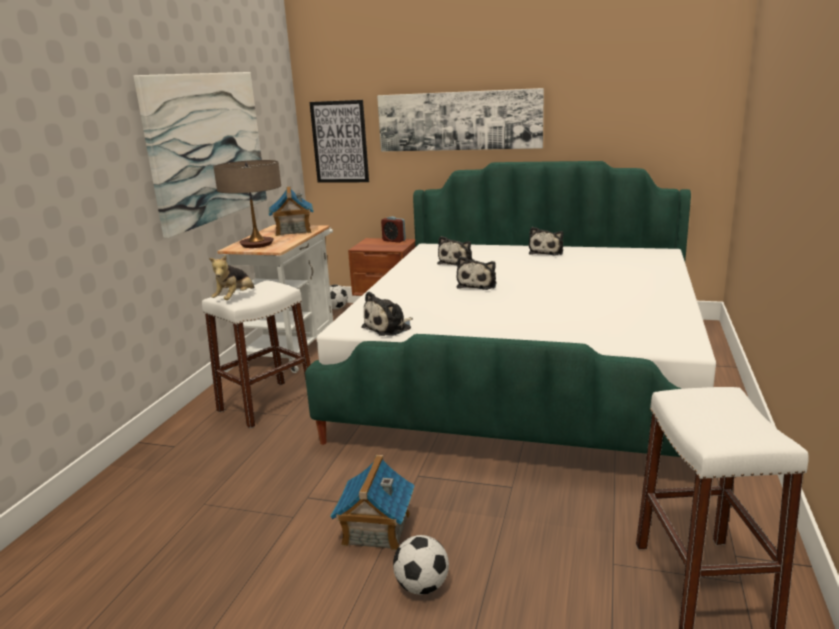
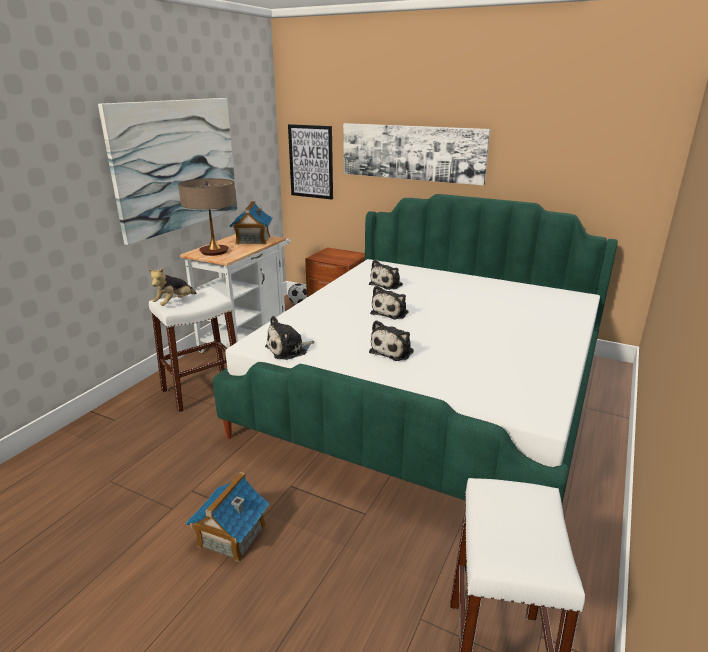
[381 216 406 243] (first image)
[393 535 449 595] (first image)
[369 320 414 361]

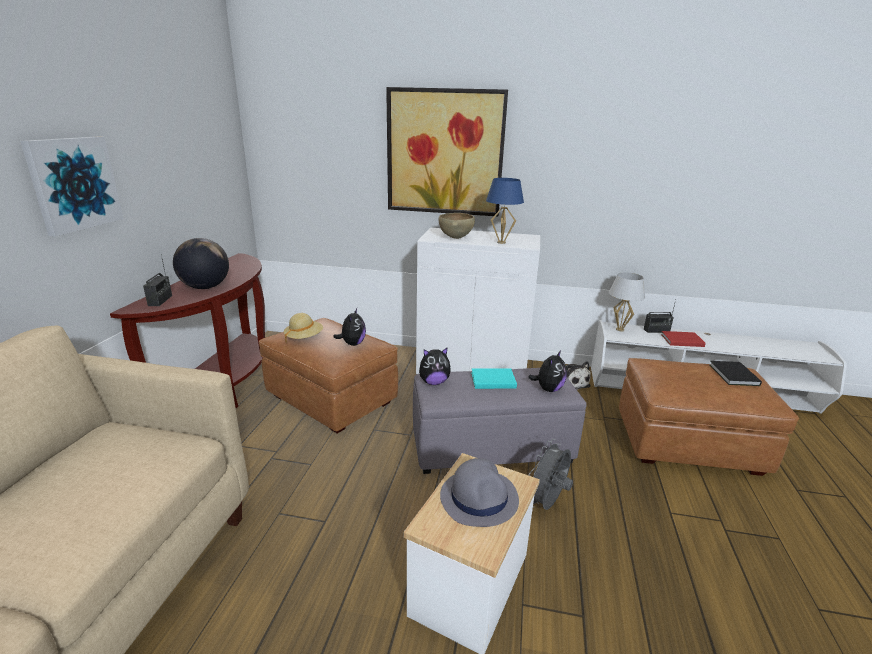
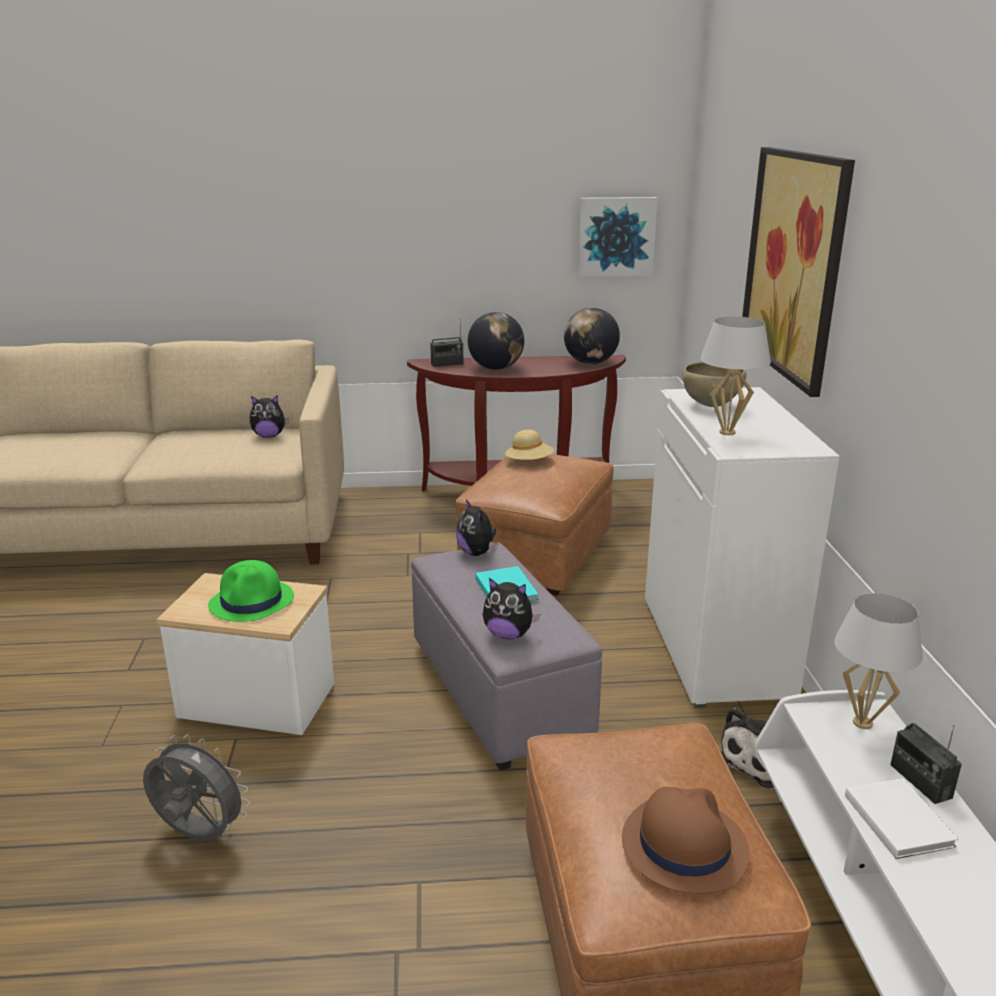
[564 308 620 364]
[578 197 658 277]
[250 395 289 438]
[143 734 250 841]
[622 787 750 893]
[208 560 294 622]
[700 317 771 435]
[845 778 959 859]

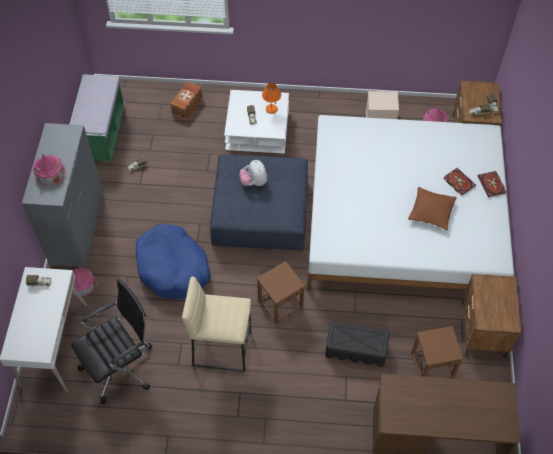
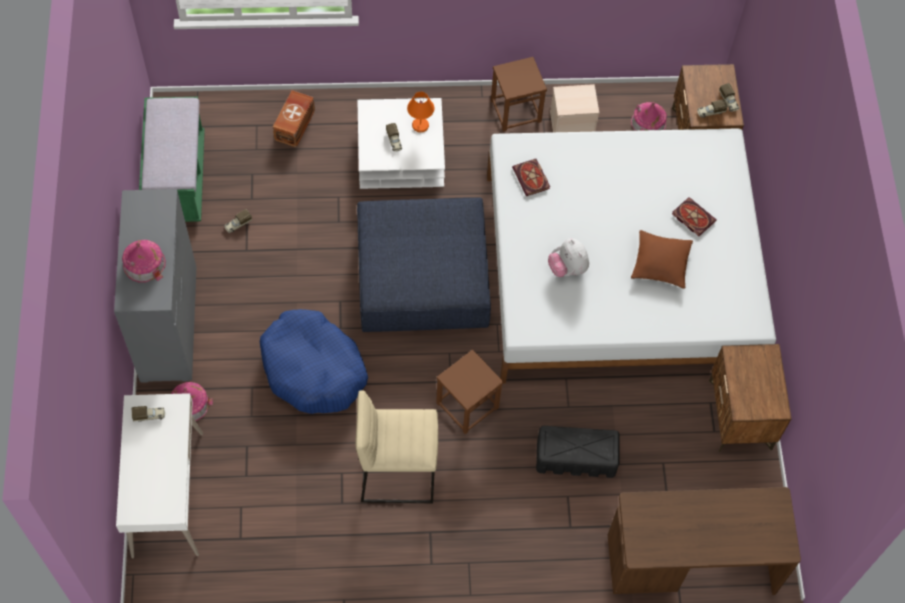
[71 279 152 404] (first image)
[548 238 589 277]
[491 57 547 132]
[512 159 550 196]

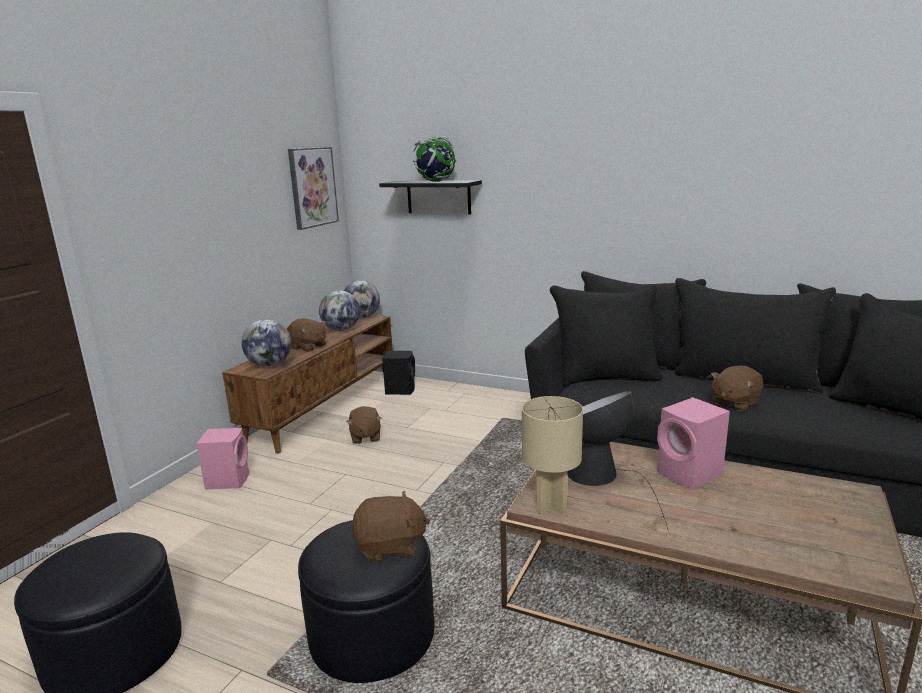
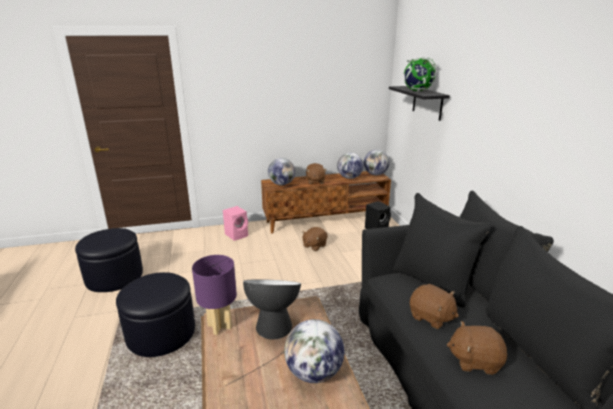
[288 147 339 230] (first image)
[410 284 459 329]
[284 319 344 383]
[192 255 237 335]

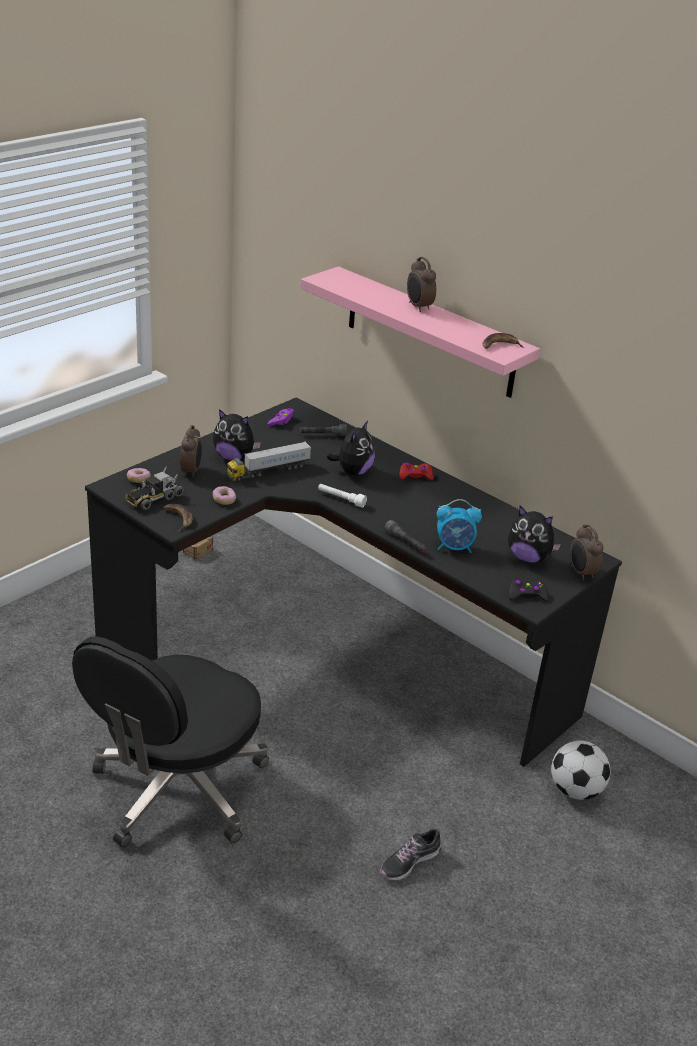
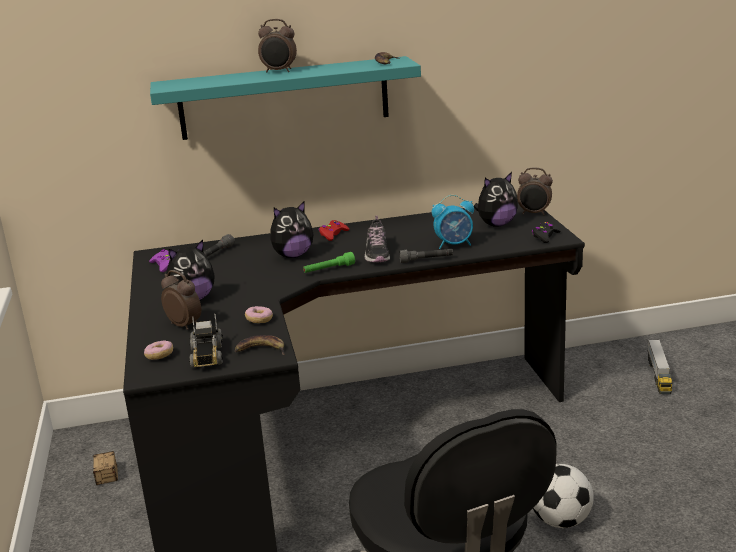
[648 340 673 394]
[365 216 390 262]
[533 464 594 528]
[150 56 421 140]
[303 252 355 273]
[270 202 313 258]
[432 195 474 249]

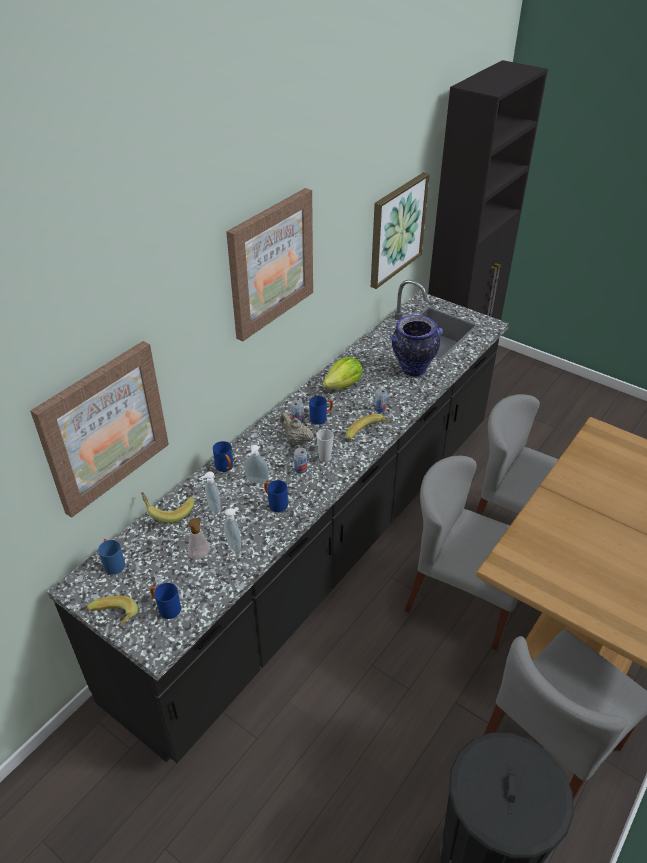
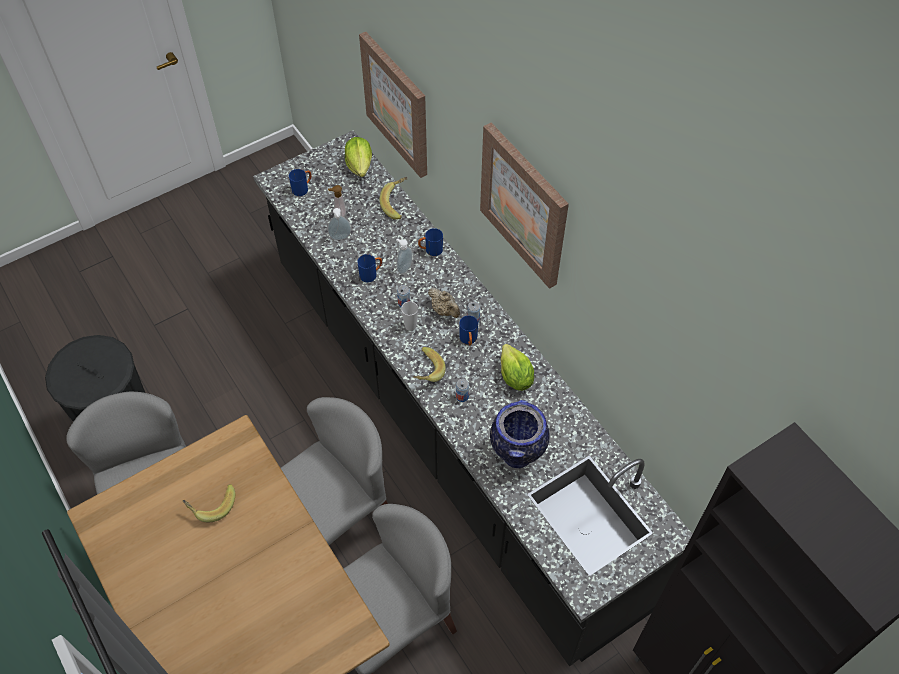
[201 472 220 513] (first image)
[371 172 430 289] (first image)
[182 484 235 522]
[345 137 372 177]
[428 287 460 318]

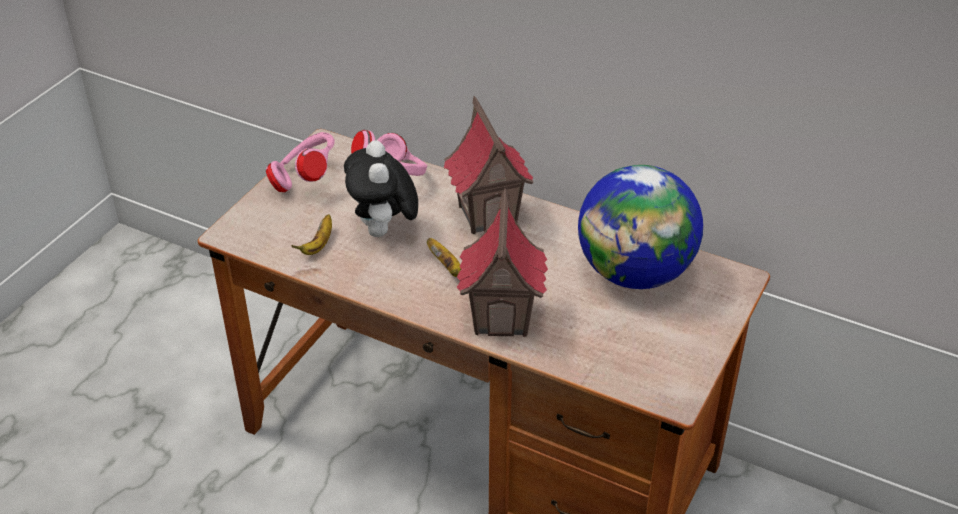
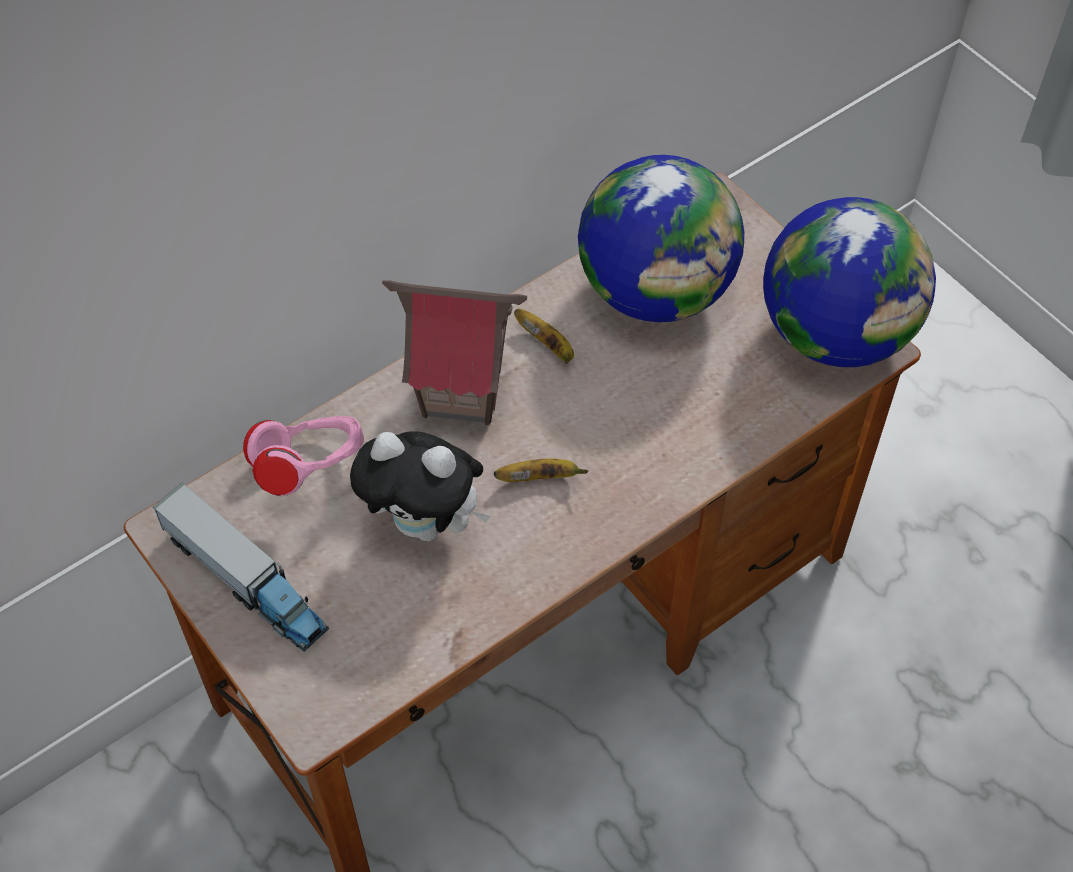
[457 188 548 337] (first image)
[763 197 936 367]
[514 309 574 364]
[153 483 329 652]

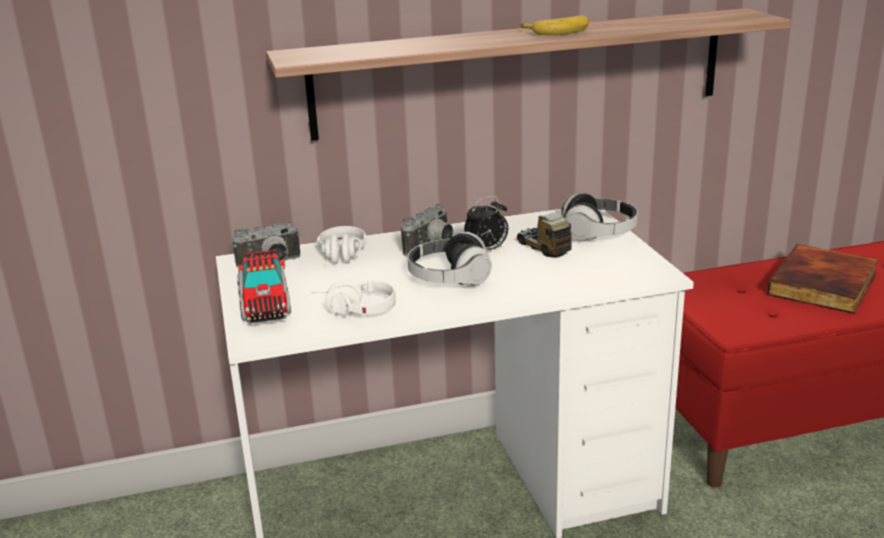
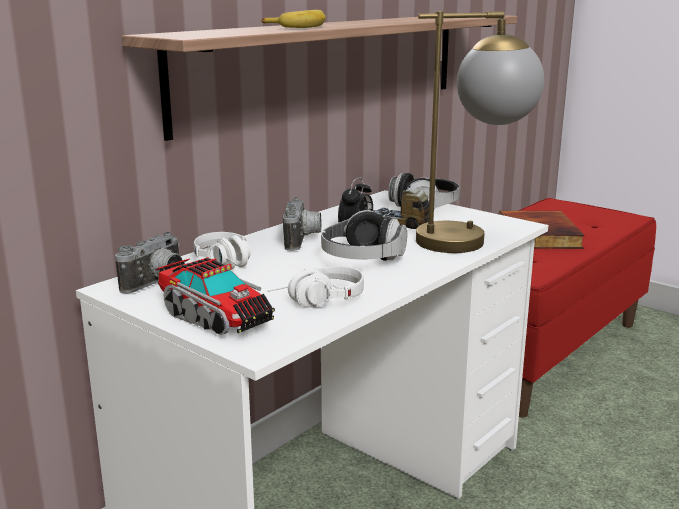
[416 11 544 253]
[261 10 326 28]

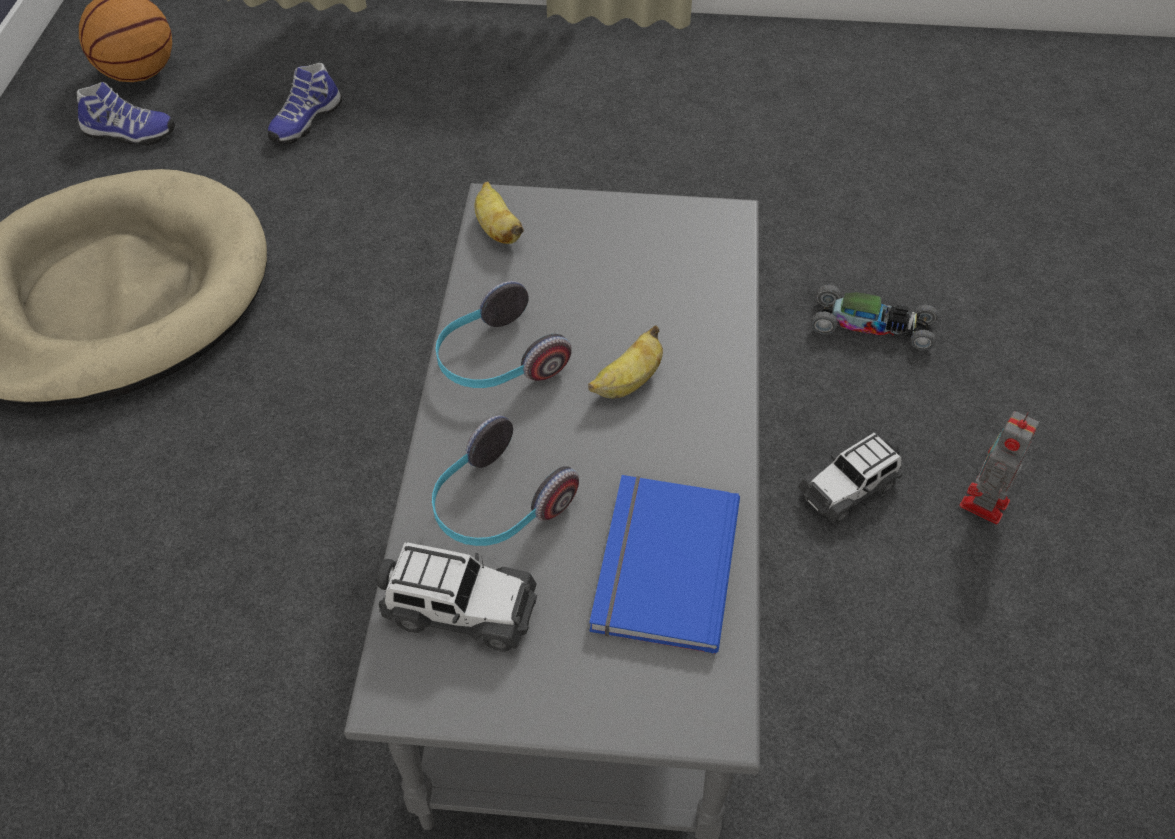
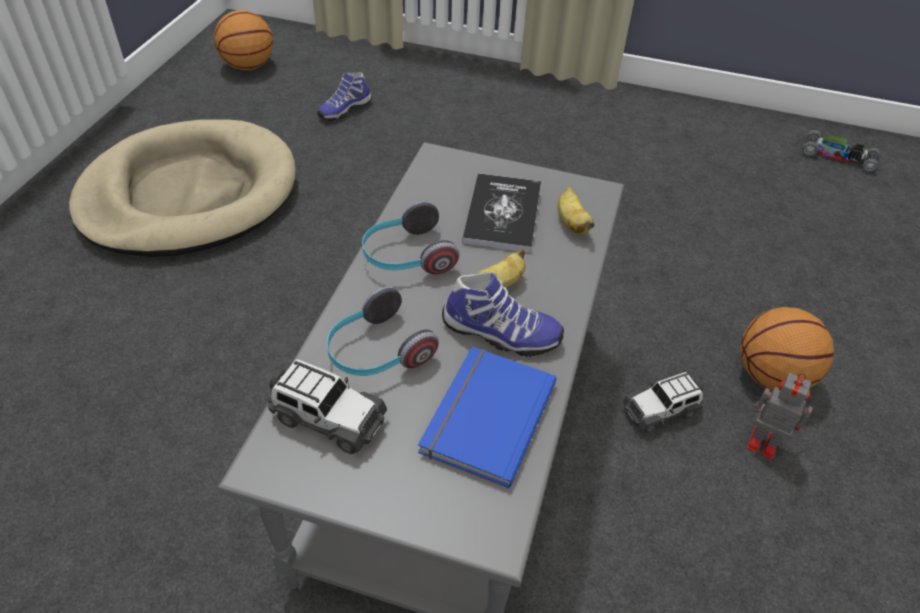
[462 173 541 253]
[740 307 834 391]
[442 272 564 357]
[557 187 595 234]
[802 130 880 173]
[747 373 813 460]

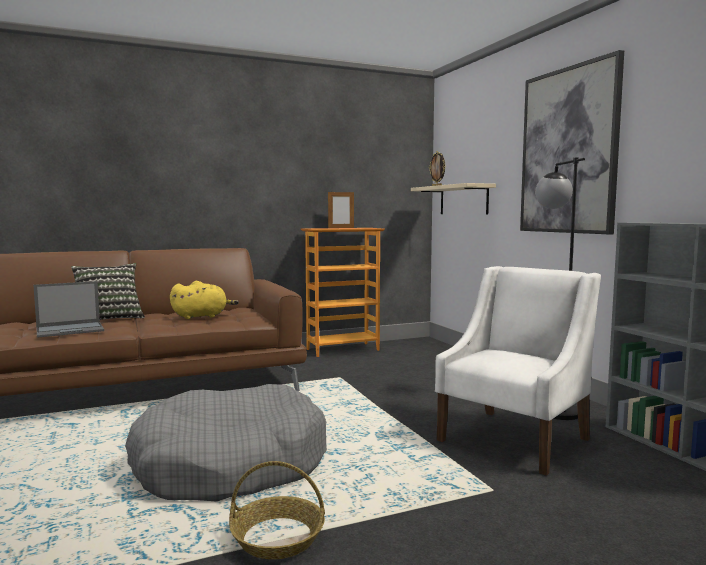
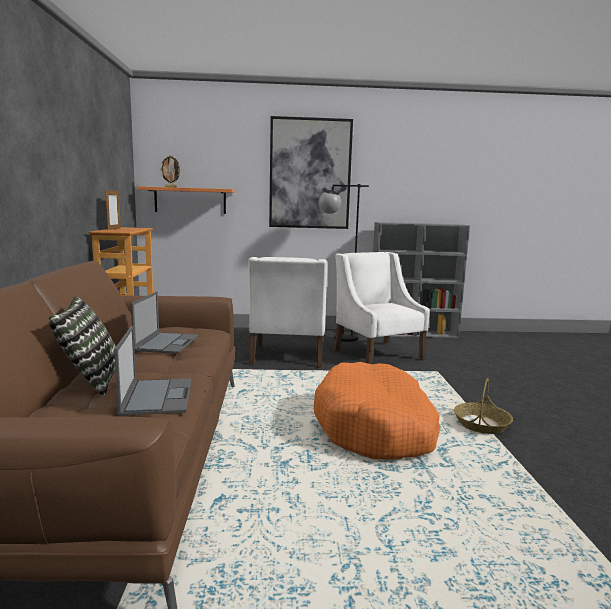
[248 257 327 368]
[131 292 198 354]
[314 362 440 459]
[137 186 235 214]

